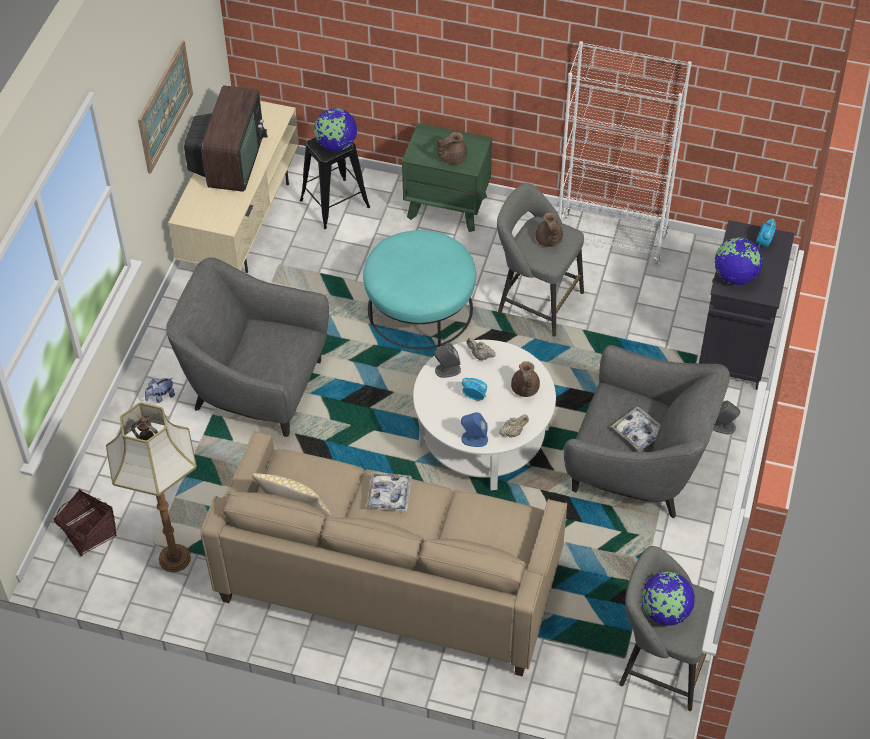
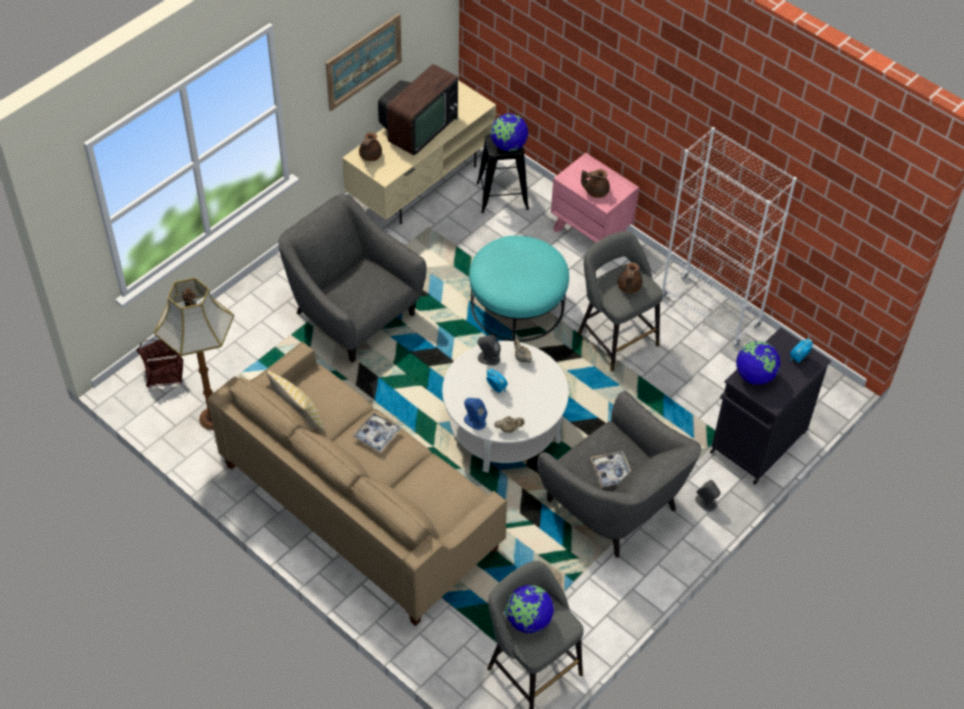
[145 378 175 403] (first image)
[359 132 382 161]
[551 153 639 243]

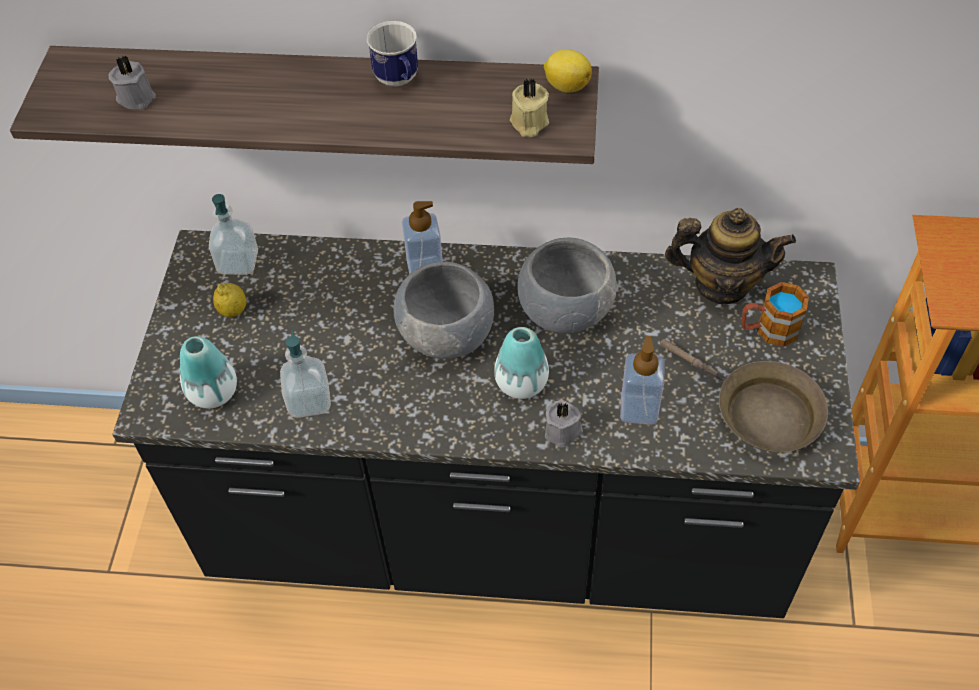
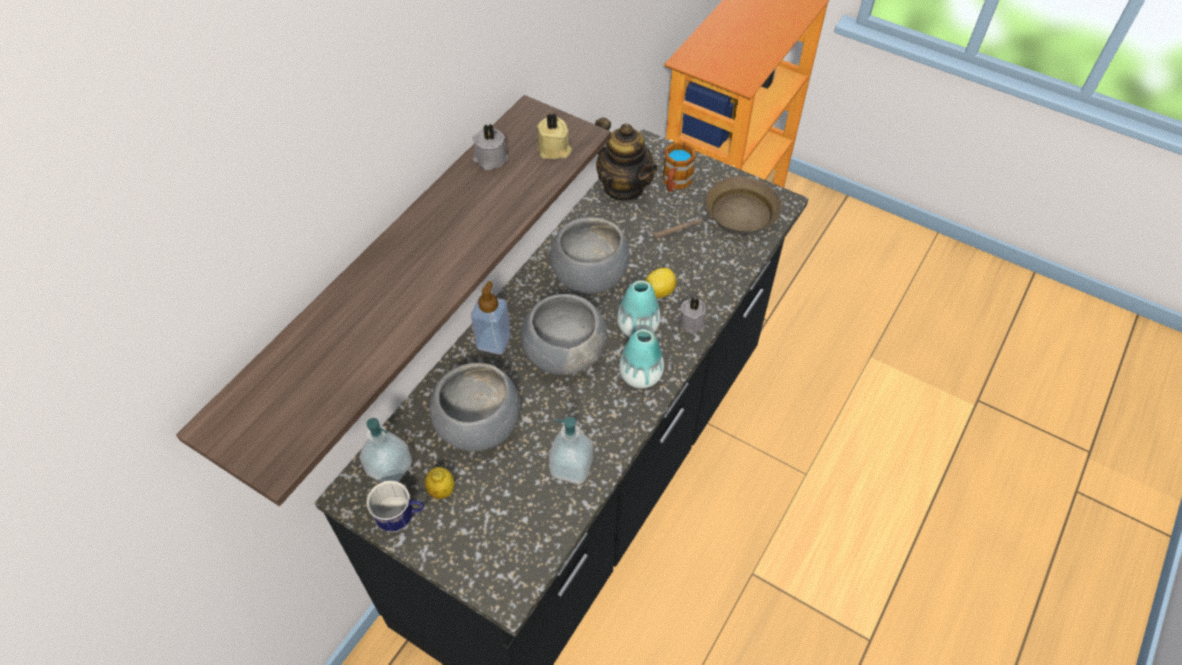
[620 336 665 425] (first image)
[430 363 520 451]
[473 124 508 170]
[619 329 664 388]
[366 481 424 532]
[645 268 677 298]
[595 117 658 201]

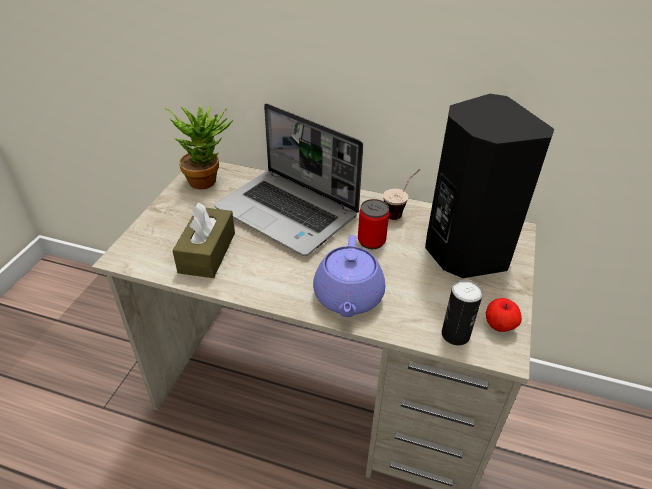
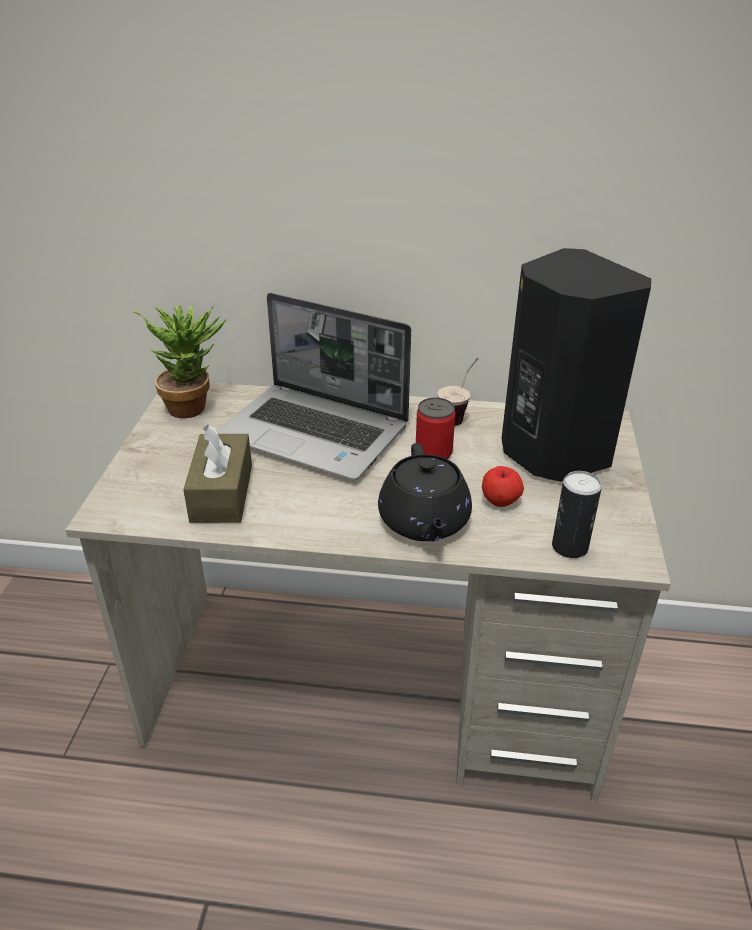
[482 466 524 507]
[378 443 472 541]

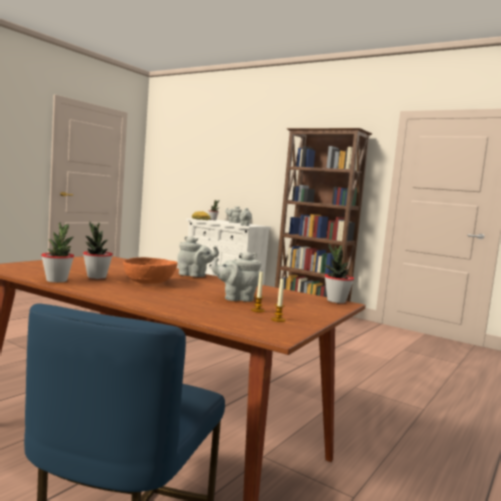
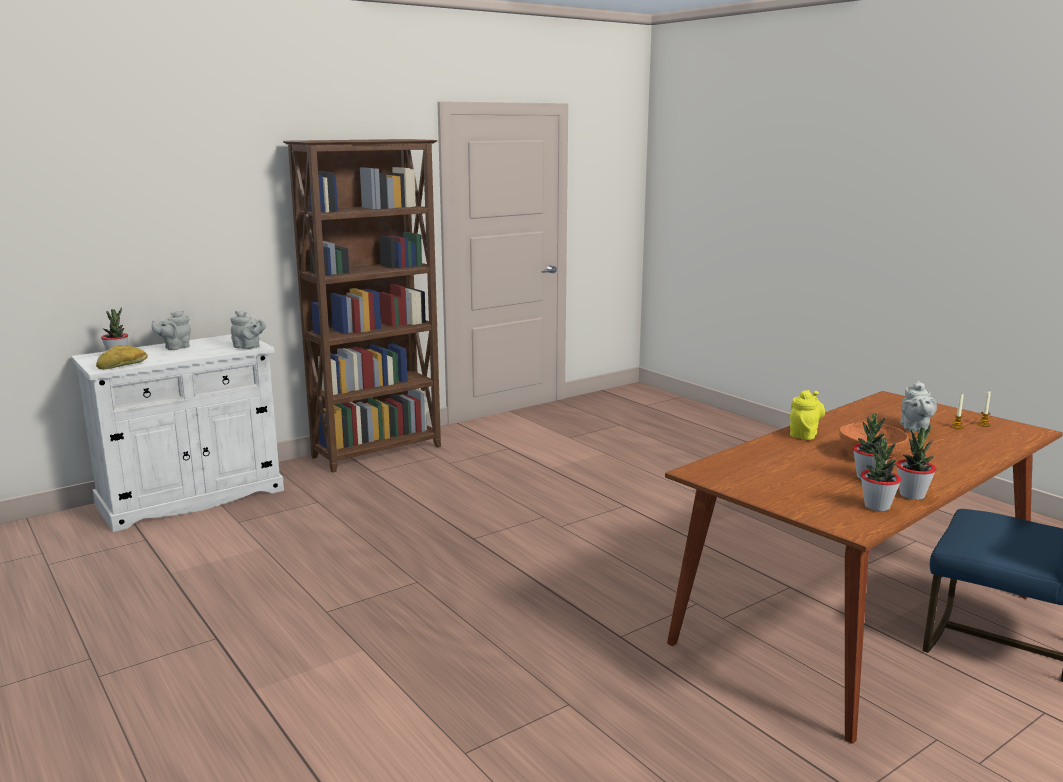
[861 438 901 511]
[790 390 825 440]

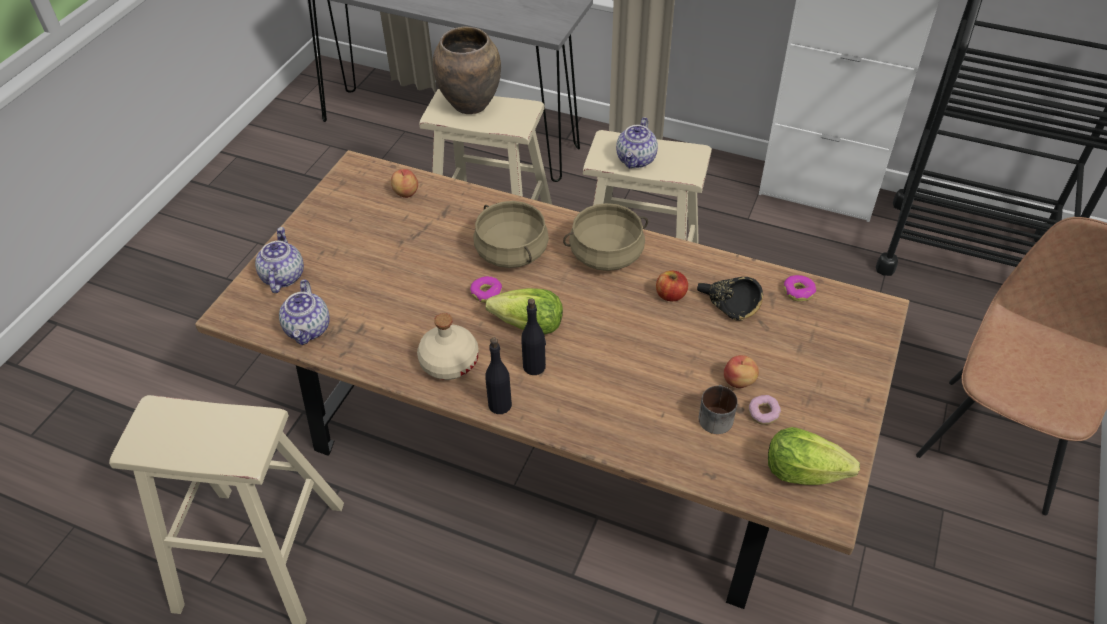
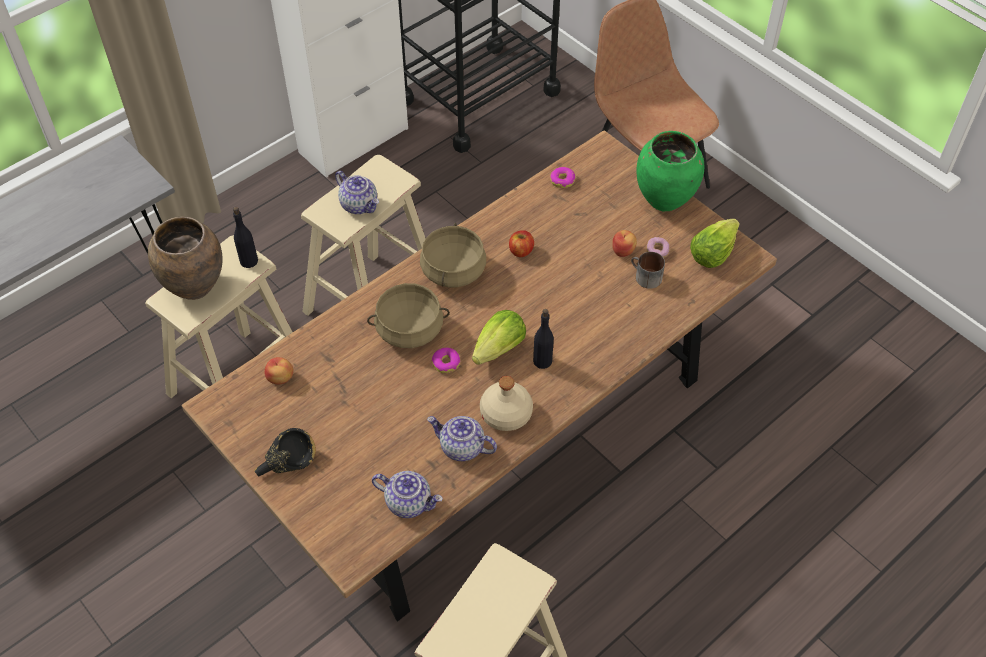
[636 131 704 211]
[427 416 497 461]
[233 207 258 268]
[254 428 316 476]

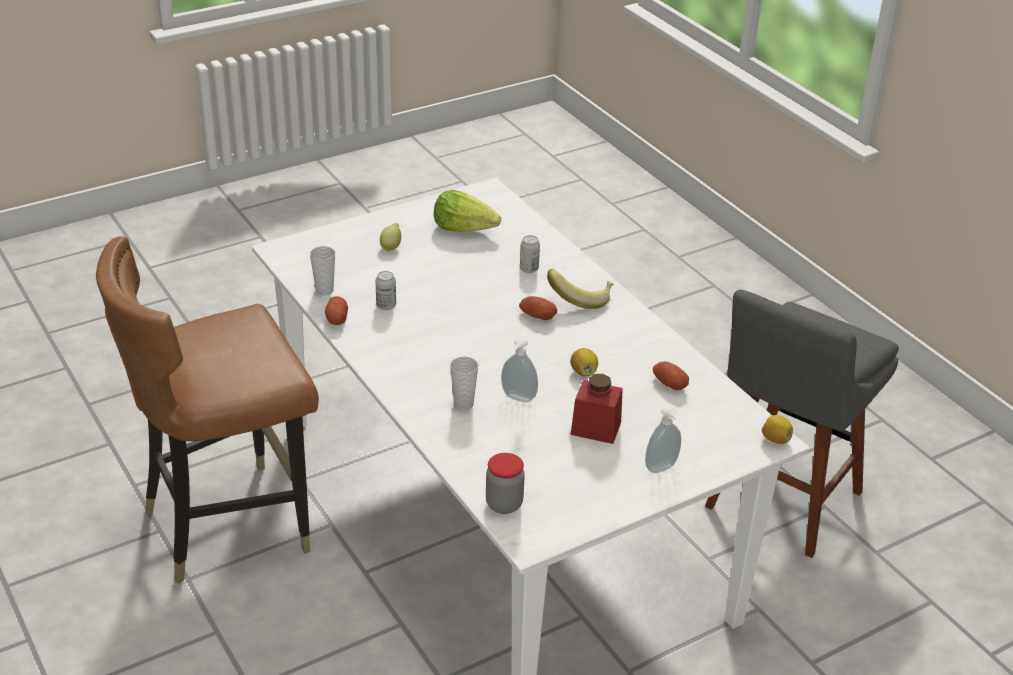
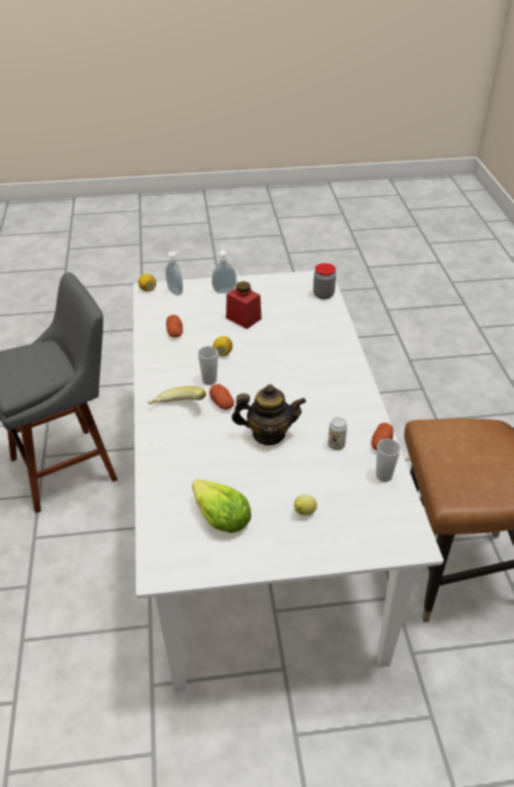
[520 235 540 273] (first image)
[232 384 306 445]
[198 346 218 385]
[166 251 183 296]

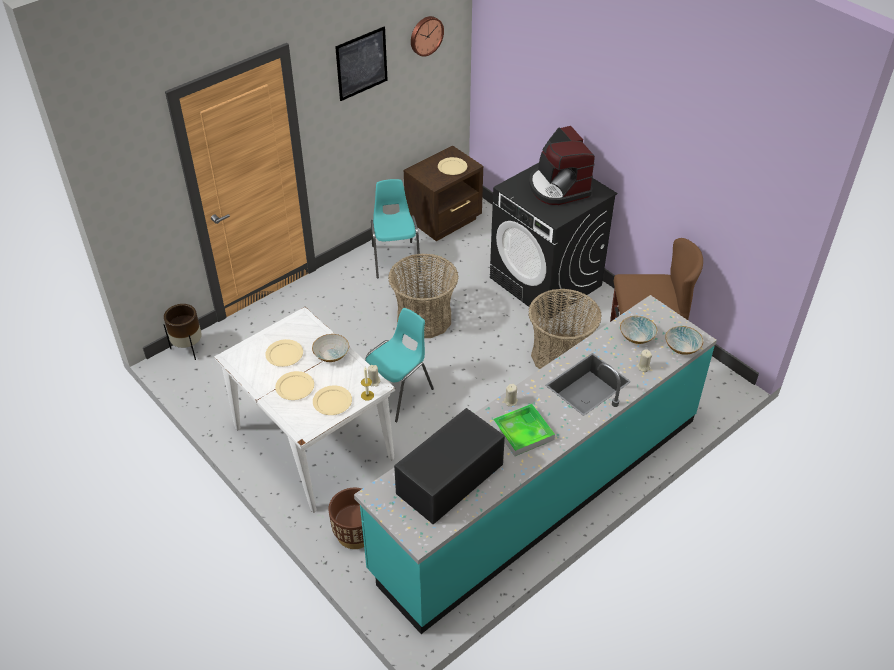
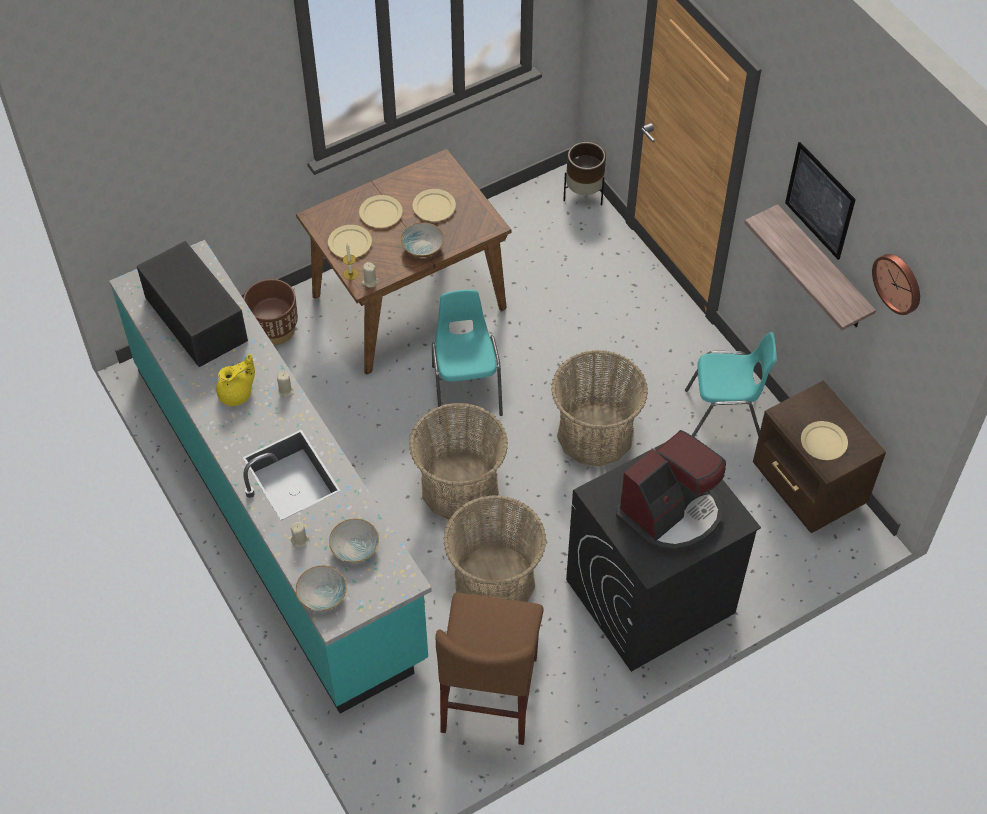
[409 403 508 520]
[744 204 876 331]
[216 354 255 406]
[296 149 512 374]
[432 290 503 424]
[616 430 726 552]

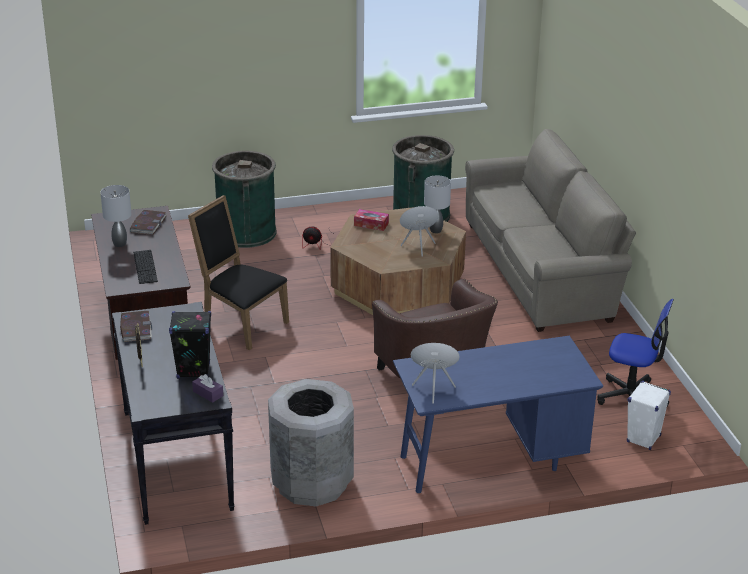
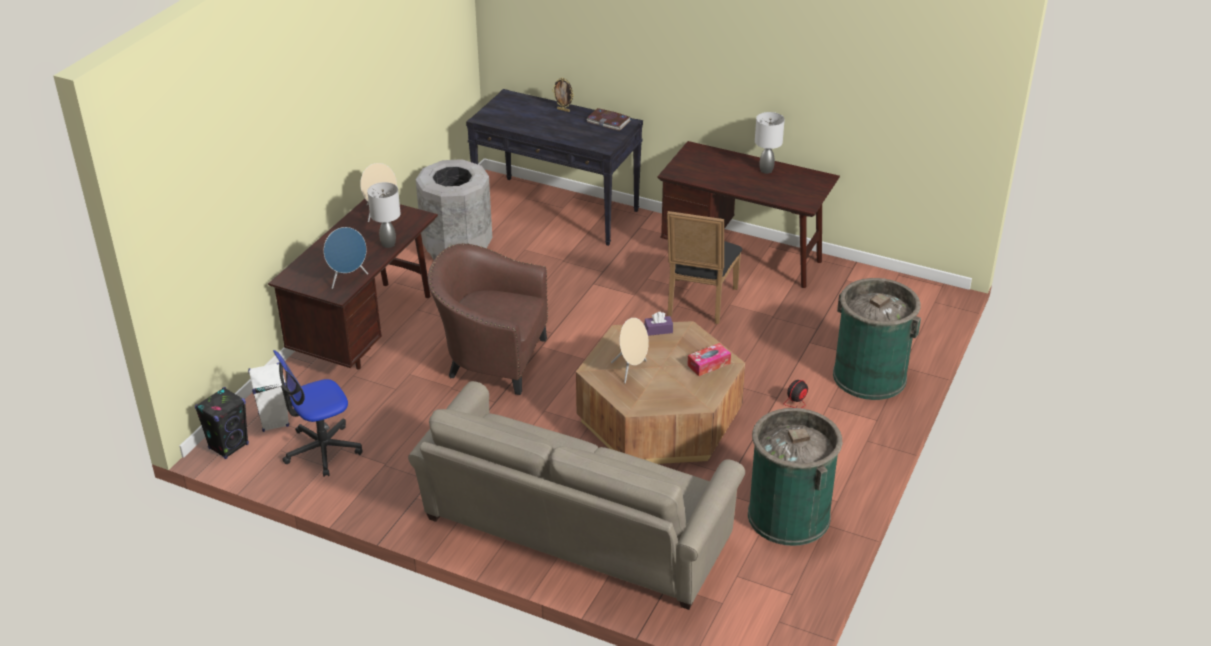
[130 210 167 235] (first image)
[133 250 158 284] (first image)
[324 227 368 289]
[195 387 249 459]
[645 312 673 336]
[367 182 400 248]
[268 199 438 369]
[667 211 742 324]

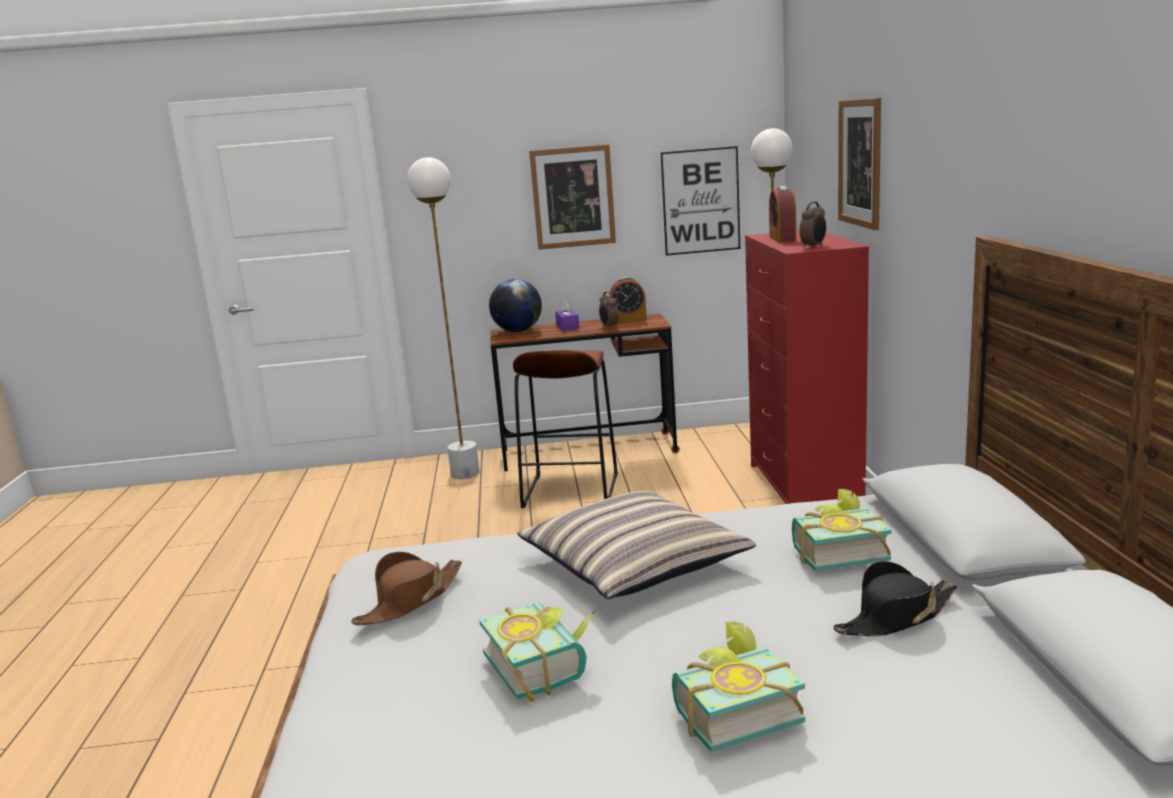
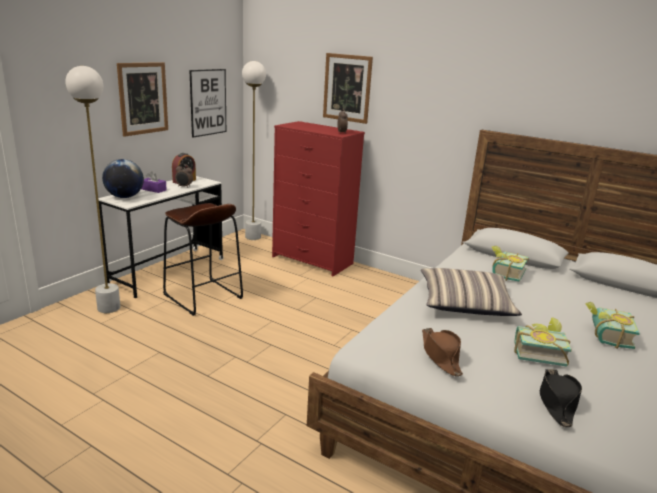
[769 186 796 242] (first image)
[540 369 582 427]
[98 176 224 298]

